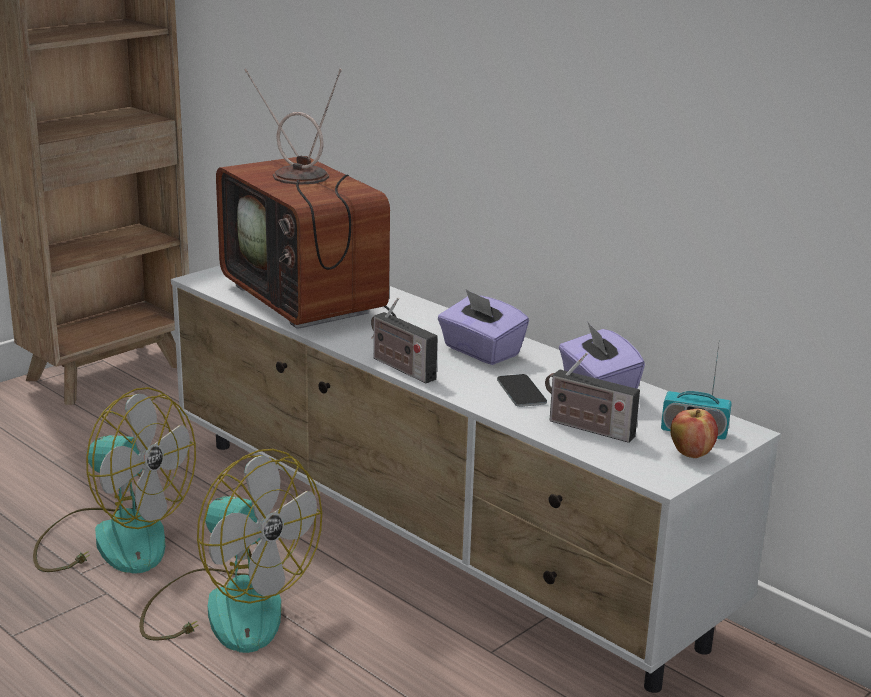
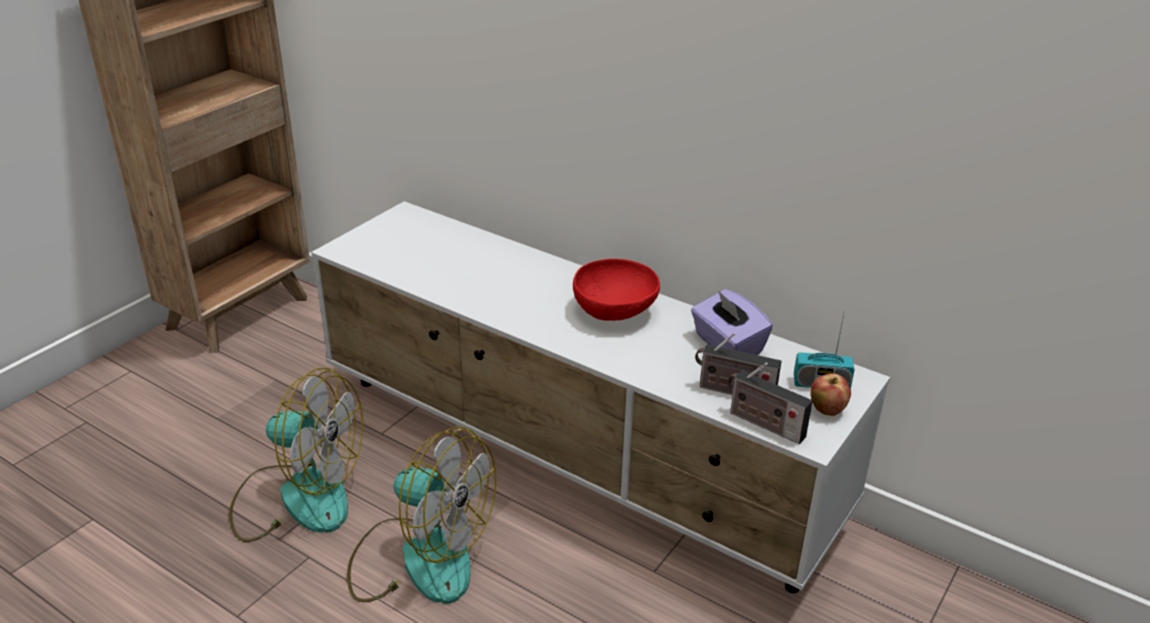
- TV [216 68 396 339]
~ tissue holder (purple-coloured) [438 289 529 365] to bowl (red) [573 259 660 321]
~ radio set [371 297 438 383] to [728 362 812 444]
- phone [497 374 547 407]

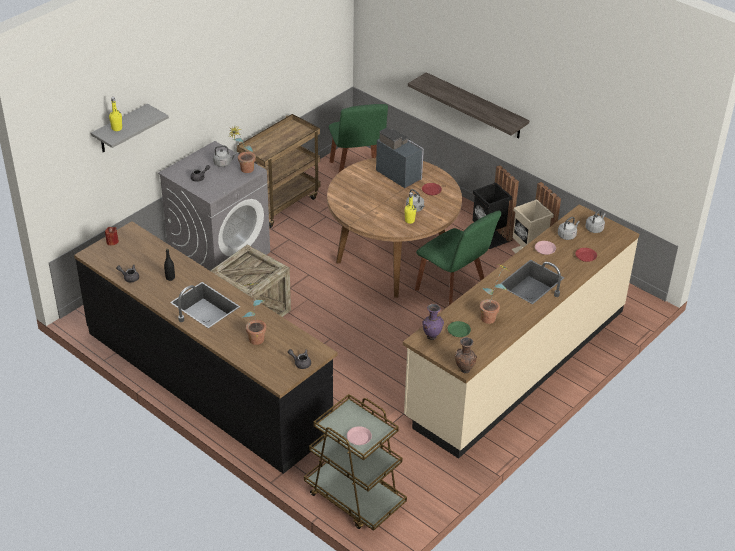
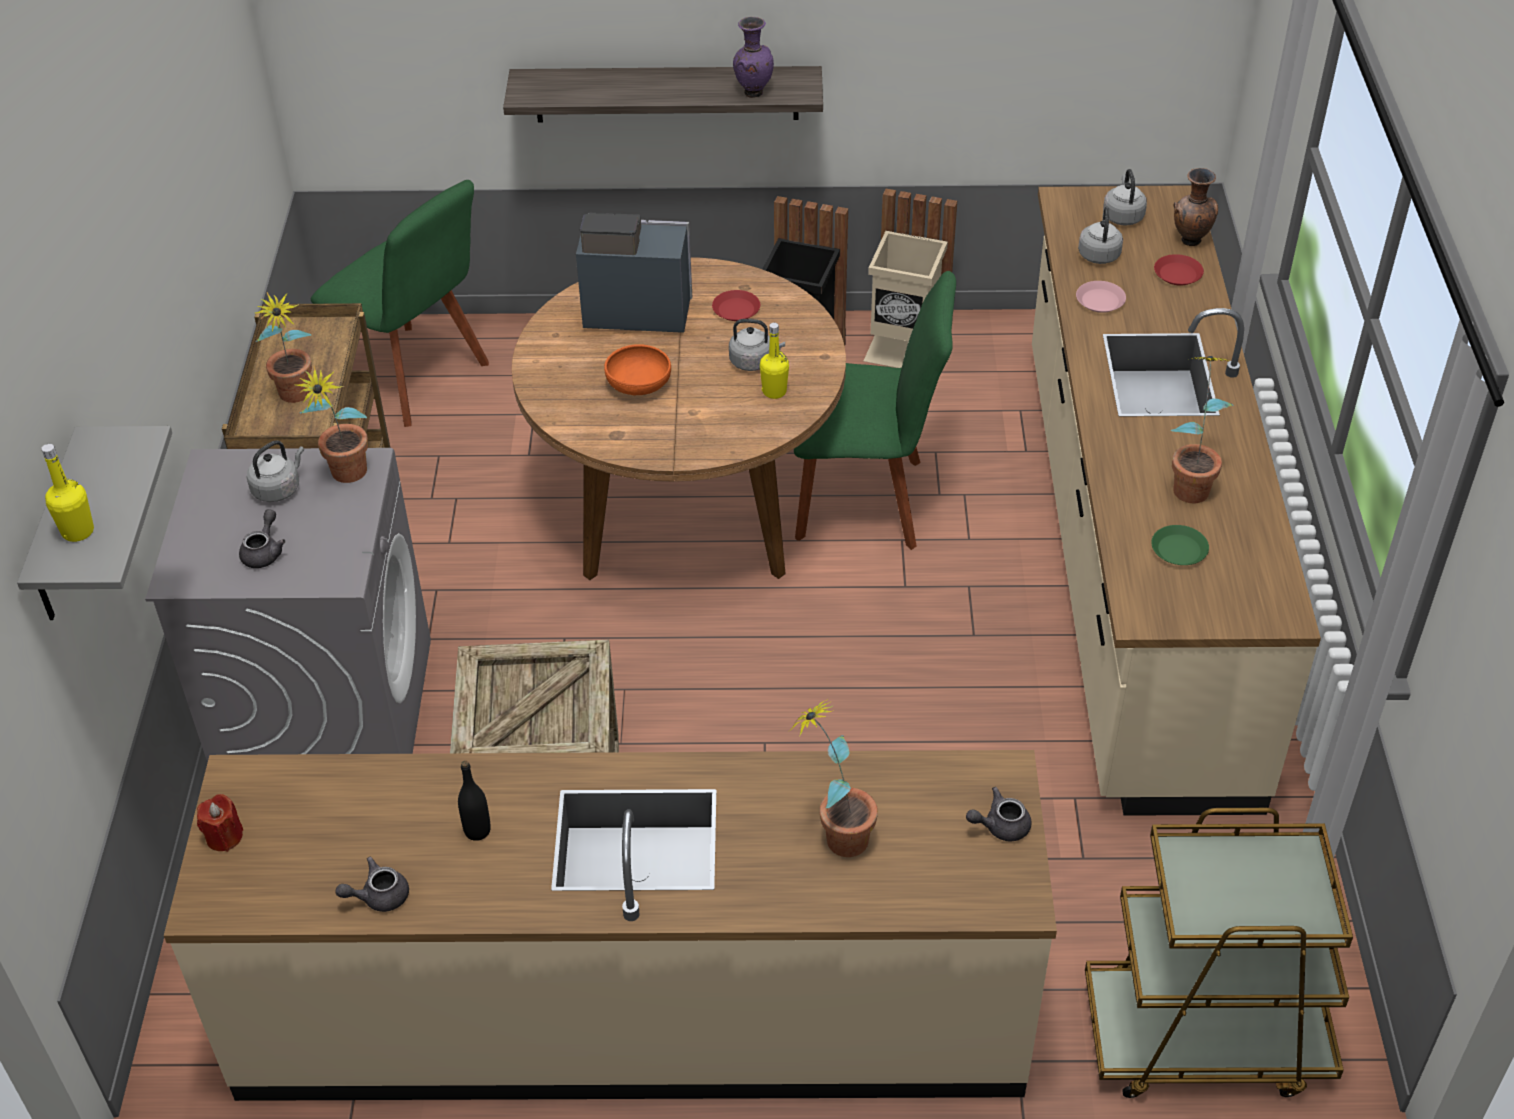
~ counter (black-coloured) [74 221 337 474] to counter (sand-coloured) [164 750 1057 1101]
~ decorative vase (purple-coloured) [422 304 444 340] to [733 17 774 98]
~ decorative vase (brownish) [455 337 477 373] to [1174 168 1218 246]
- plate (pink) [347 426 372 445]
+ plant in a pot [256 292 312 403]
+ bowl (orangey) [604 344 671 395]

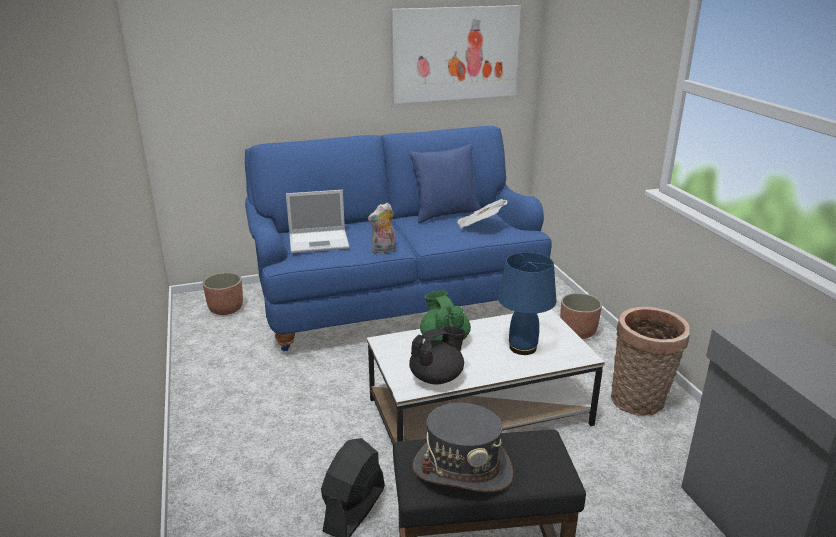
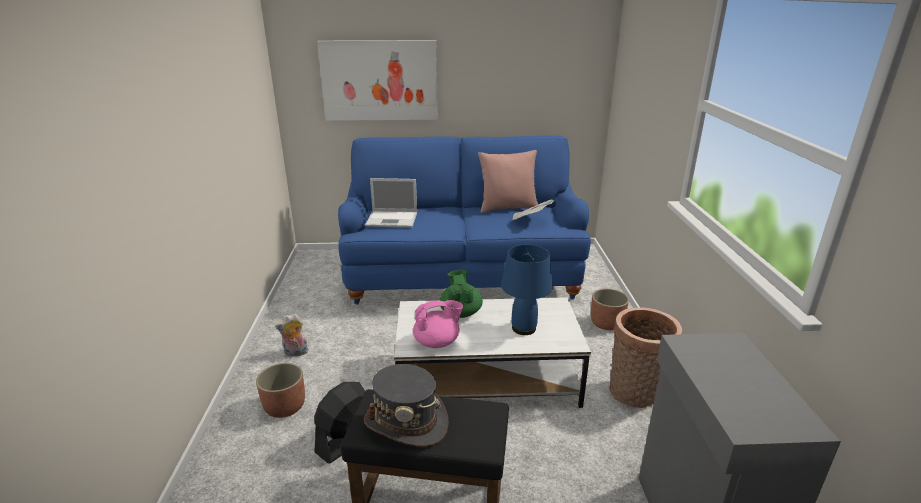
~ picture [391 5 521 104] to [317 40 438 121]
~ throw pillow (blue) [409 144 481 223] to throw pillow (pink) [478 150 538 213]
~ cuddly toy [368 203 396 254] to [275 314 309 357]
~ planter [203 272 243 315] to [256 363 305 418]
~ teapot (black-coloured) [409 326 466 385] to teapot (pink) [413 300 463 348]

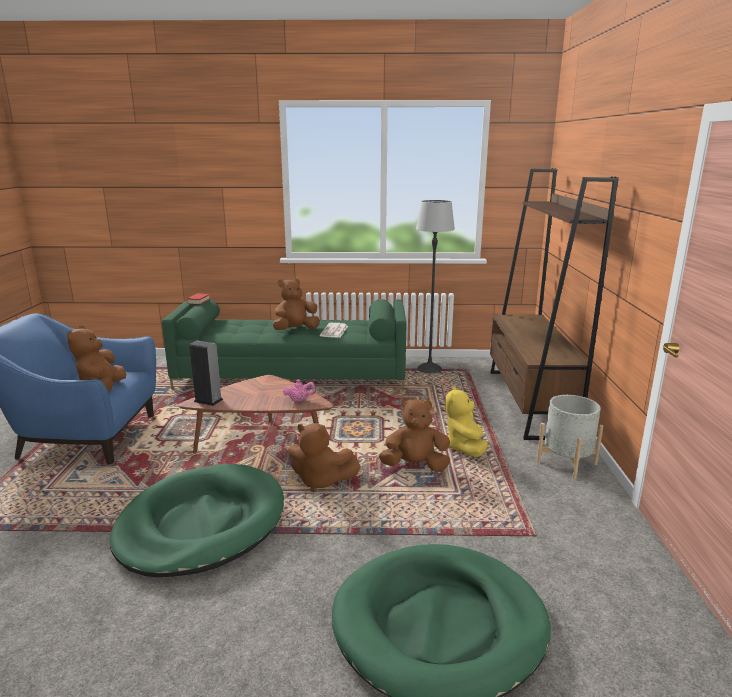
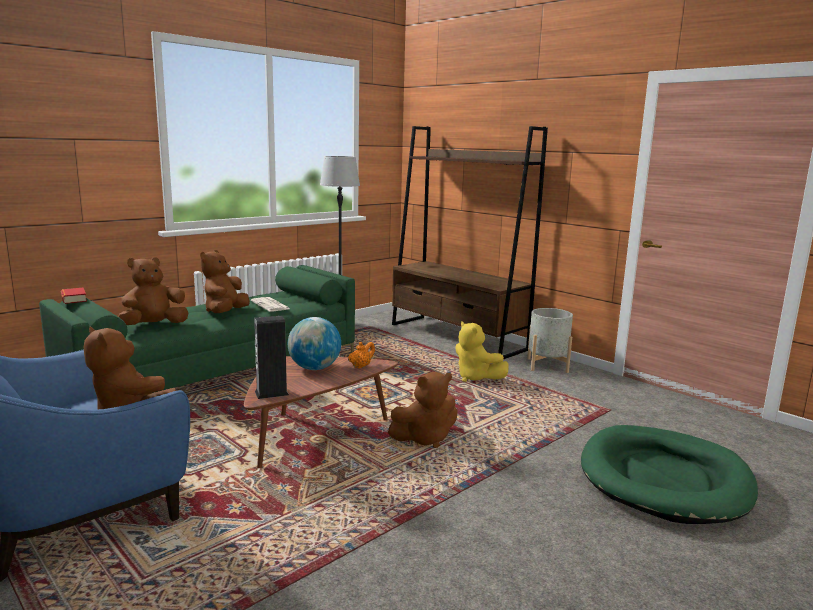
~ teapot (pink) [283 380 316 402] to teapot (orangey) [348 342 375 369]
~ cuddly toy (brownish) [379 397 450 472] to [118 257 189 325]
- dog bed (green) [110 464 284 577]
+ desk globe [288 317 341 370]

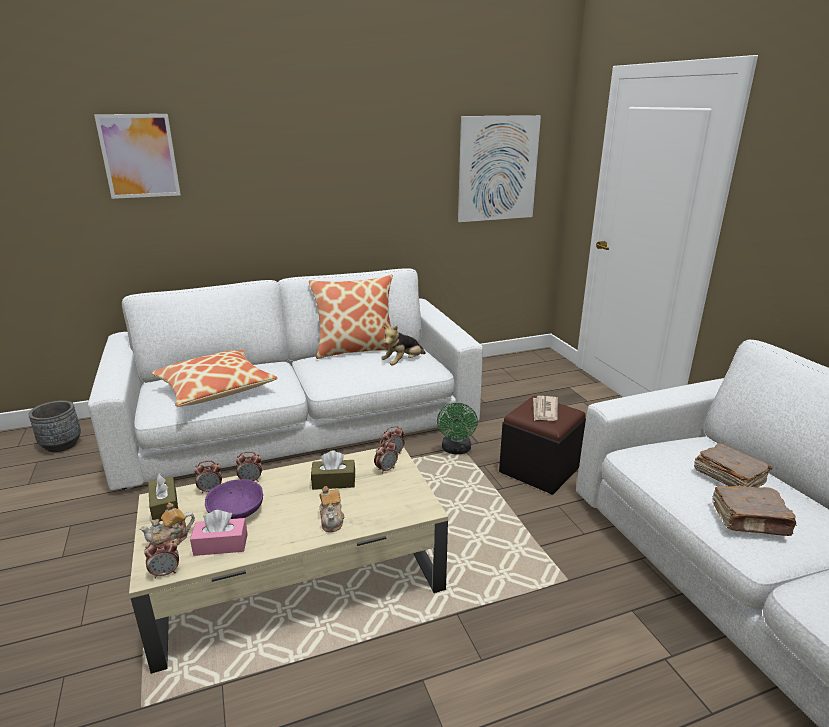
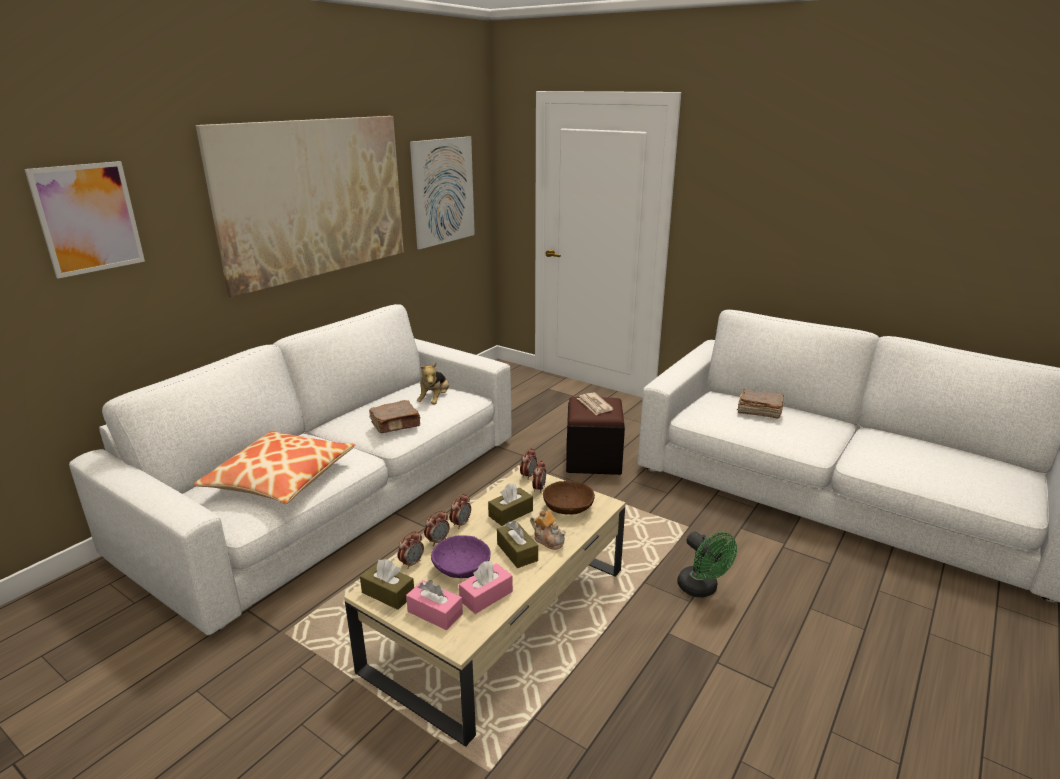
- throw pillow [309 275 393 359]
- planter (grey) [29 400 81 452]
~ fan (green) [437 403 478 454] to [677 532 737 597]
~ volume (brownish) [713 486 797 536] to [369 400 421 433]
~ teapot [140 503 195 546] to tissue holder (pink) [406 580 463 630]
~ alarm clock [144 539 179 579] to [449 494 471 529]
+ picture [196 116 404 297]
+ bowl (brownish) [543 481 595 515]
+ tissue holder (brownish) [497 521 538 568]

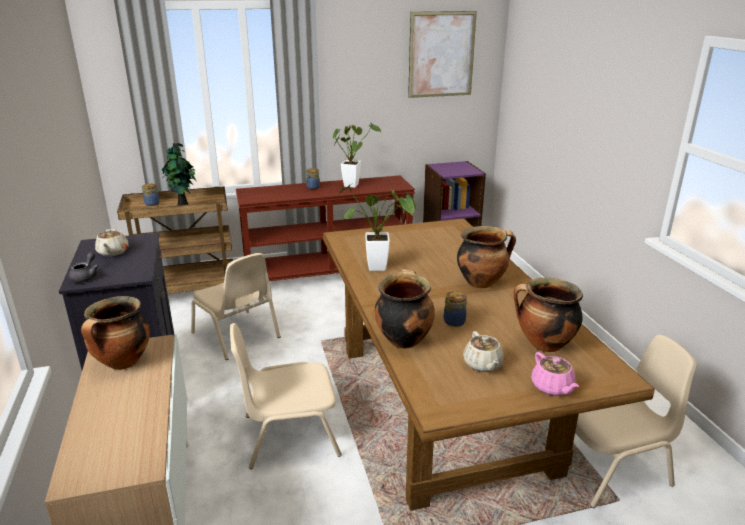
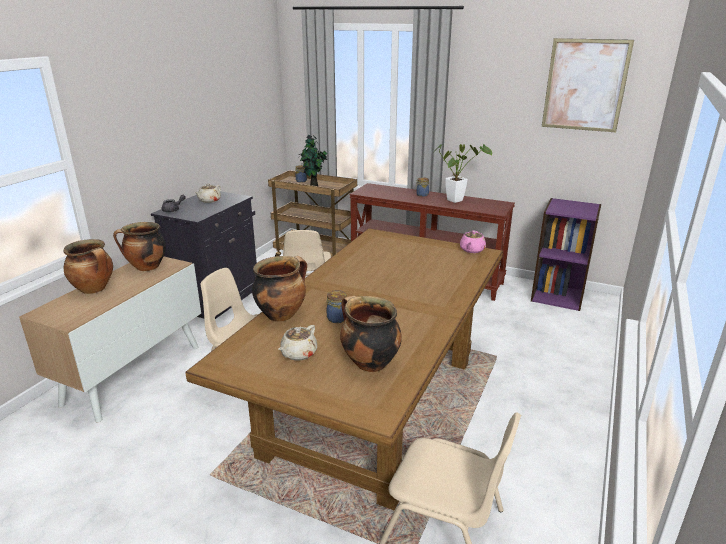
- plant in a pot [339 184 417 271]
~ saucepot [457 226 516 288] to [63 239 113 294]
~ teapot (pink) [532 352 579 396] to [460 230 486 253]

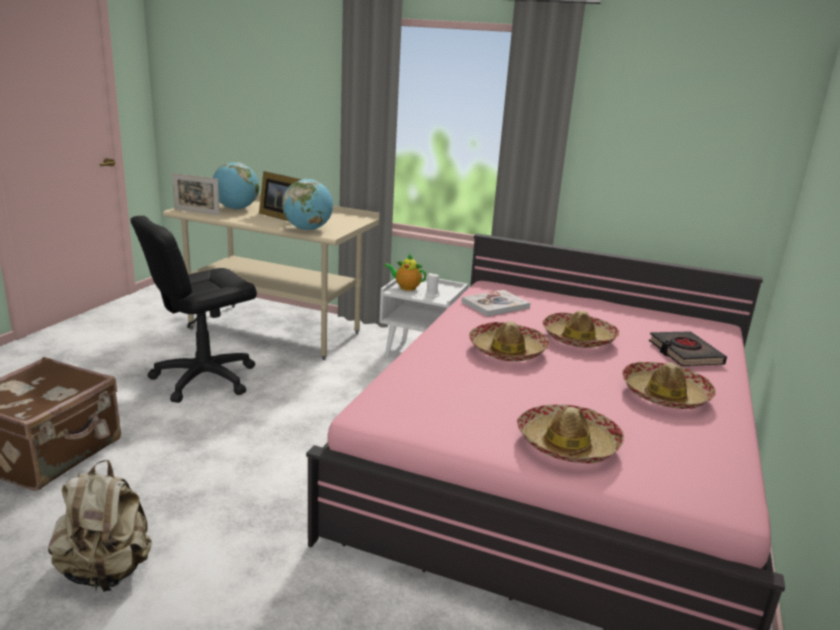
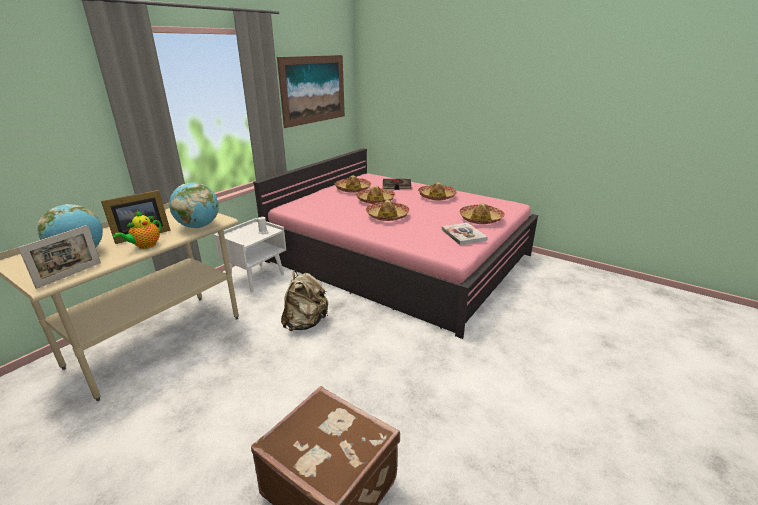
- office chair (black-coloured) [130 216 257 403]
~ teapot [384 253 426 291] to [113 211 162 249]
~ volume [462 290 530 317] to [441 223 487 245]
~ rucksack (sand-coloured) [48 460 152 592] to [281 270 328 331]
+ picture [277 55 345 128]
+ clothing hat [335 175 371 193]

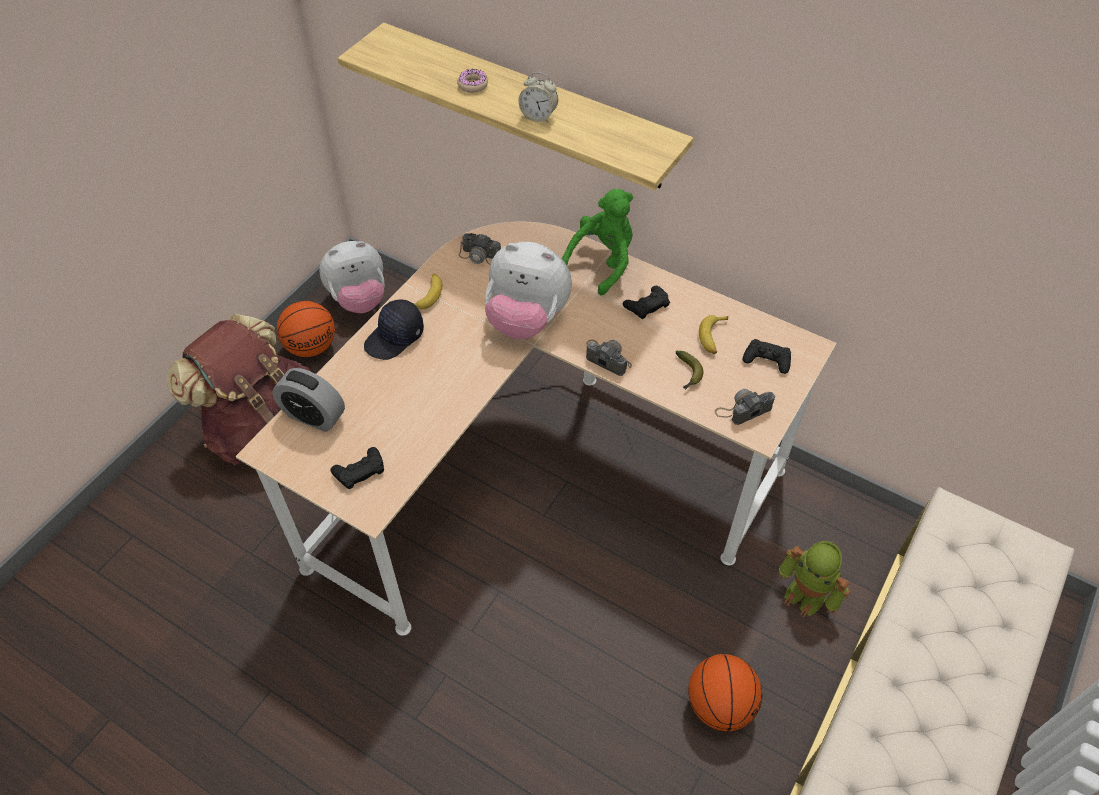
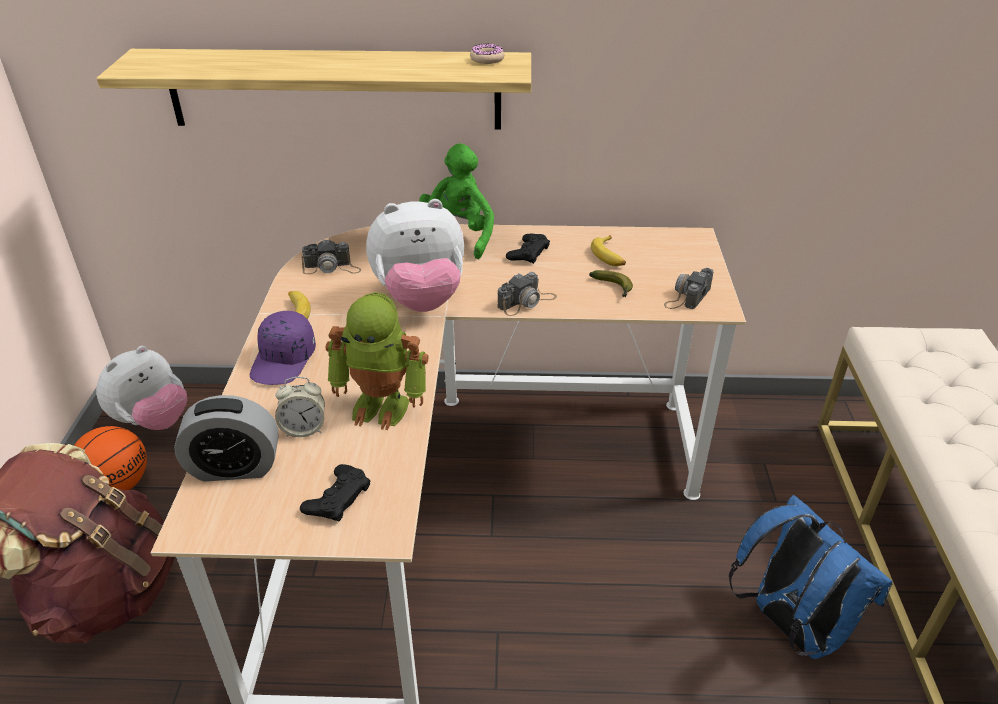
~ doughnut [457 69 488 93] to [470 43 504 64]
~ alarm clock [518 72 558 123] to [275 377 325 437]
~ peaked cap (black-coloured) [364 300 424 360] to peaked cap (purple-coloured) [250 311 316 385]
~ still camera [586 339 632 376] = [497 272 557 316] 135 degrees clockwise
- joypad (black-coloured) [743 339 791 374]
~ model robot [778 541 850 617] to [326 292 428 430]
~ ball for basketball [688 654 762 731] to rucksack (blue) [729 495 893 659]

